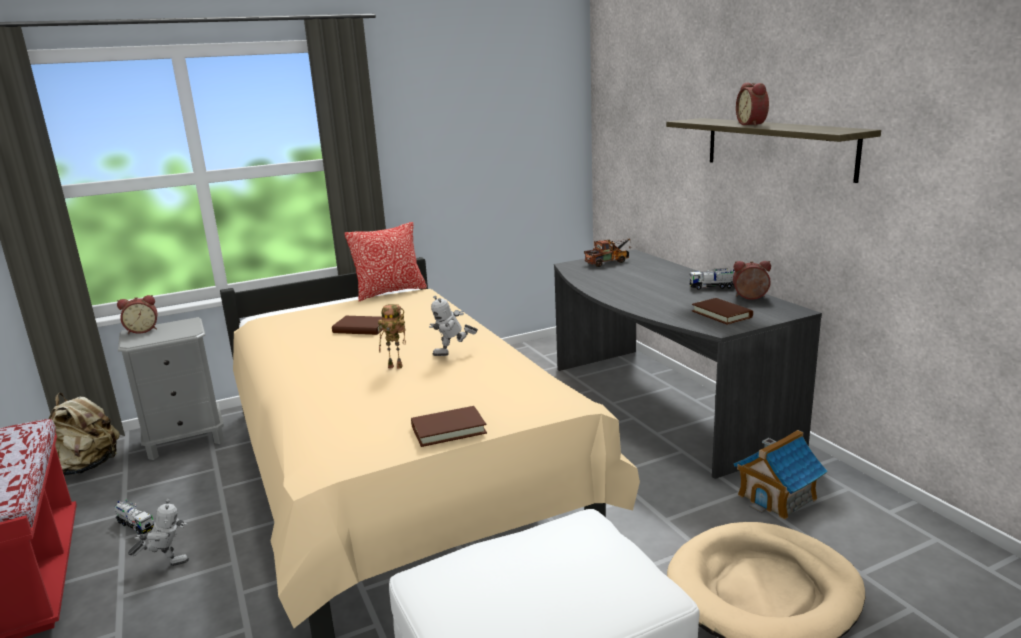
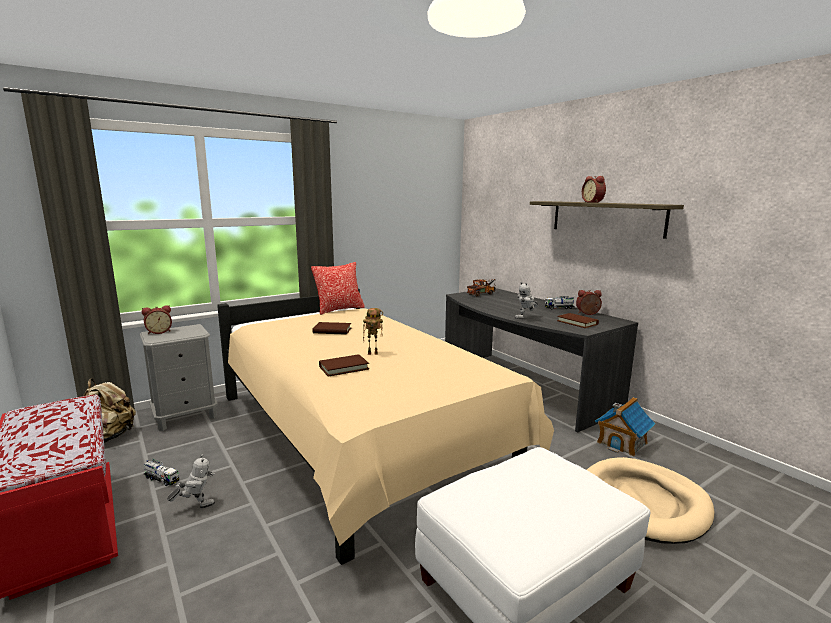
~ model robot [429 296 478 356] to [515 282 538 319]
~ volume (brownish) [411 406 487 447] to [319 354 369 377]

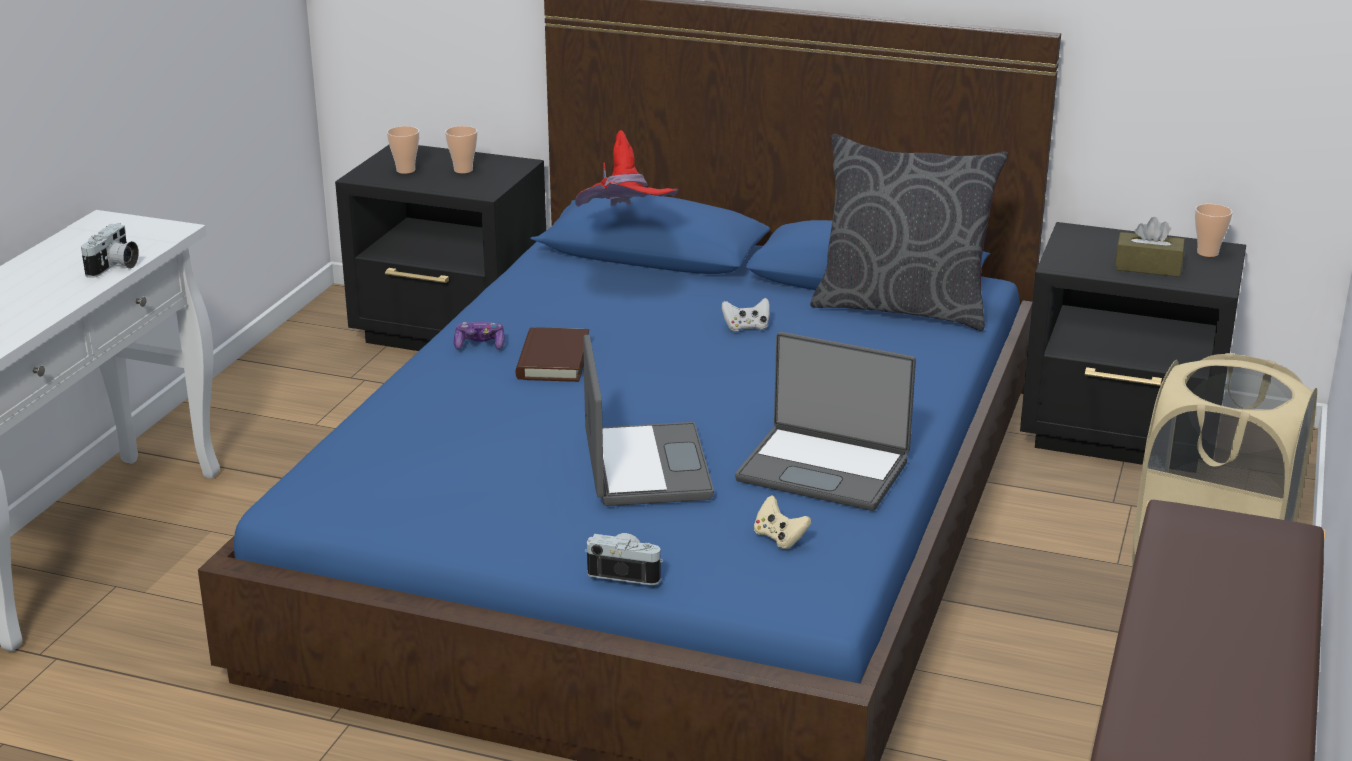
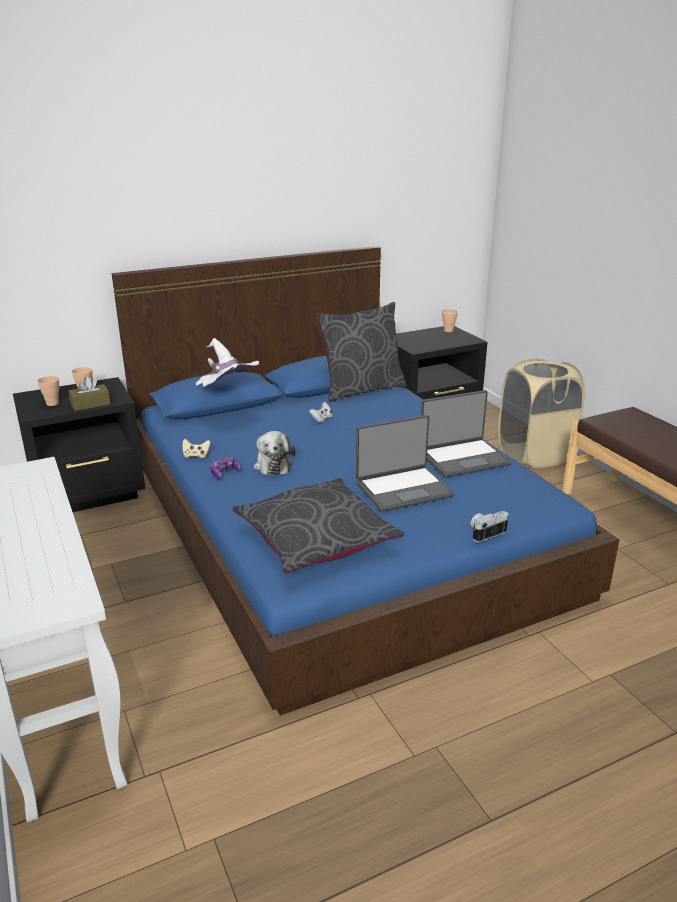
~ clothing hat (red) [575 130 679 207] to clothing hat (white) [196 338 259 387]
~ tissue holder (brownish) [1115 217 1185 277] to [68 376 111 411]
- still camera [81 223 139 278]
~ volume (brownish) [516 327 589 382] to cuddly toy [254 431 295 476]
~ portable computer [583 335 714 506] = [356 415 454 512] 120 degrees clockwise
~ joypad (sand-coloured) [754 495 811 549] to [182 439 211 458]
+ throw pillow (grey) [232 478 404 574]

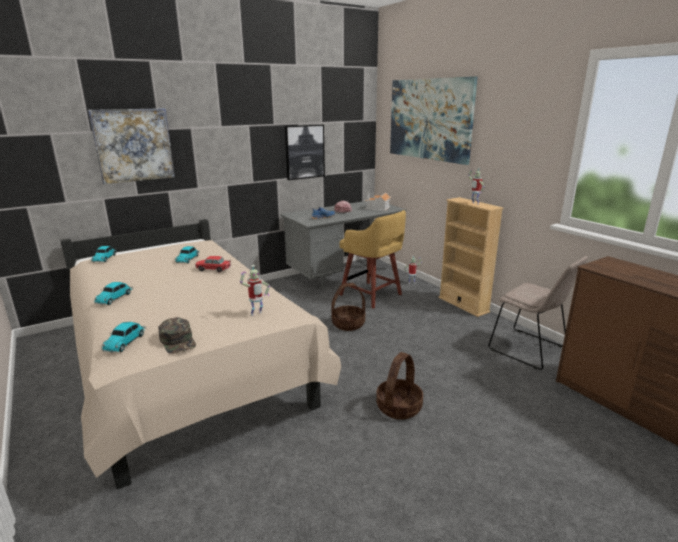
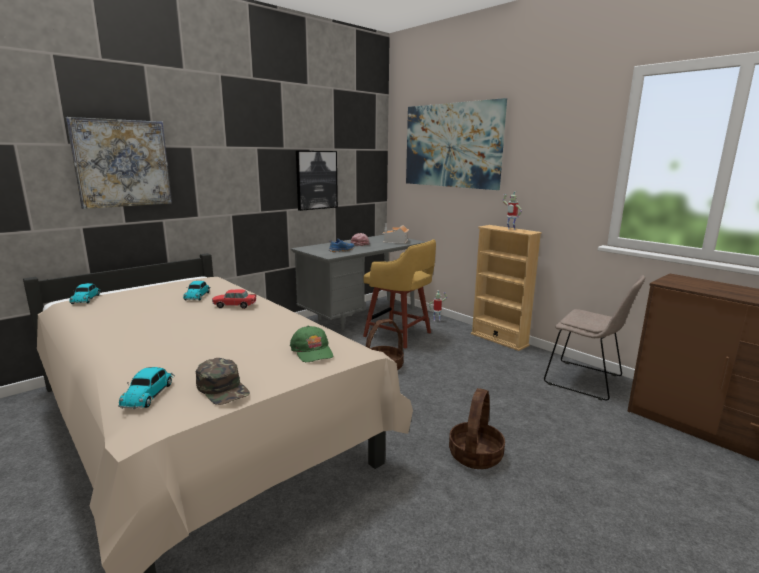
~ model robot [240 265 270 316] to peaked cap (green) [290 326 333 362]
- toy car [94 282 133 305]

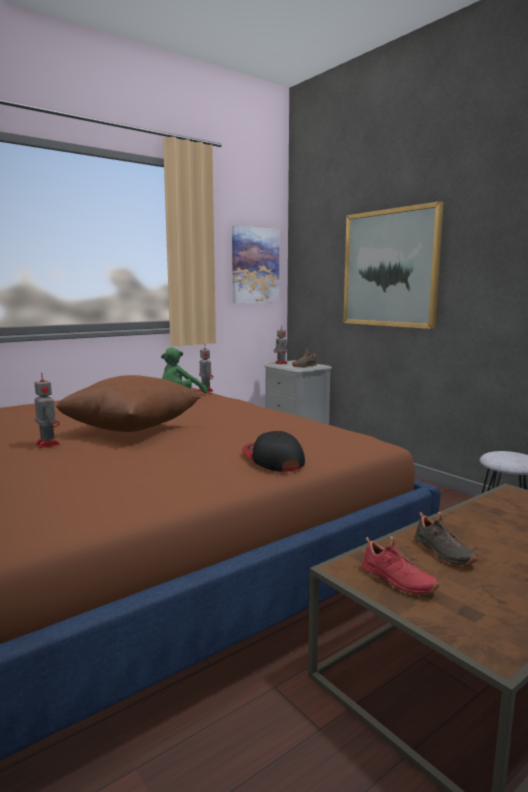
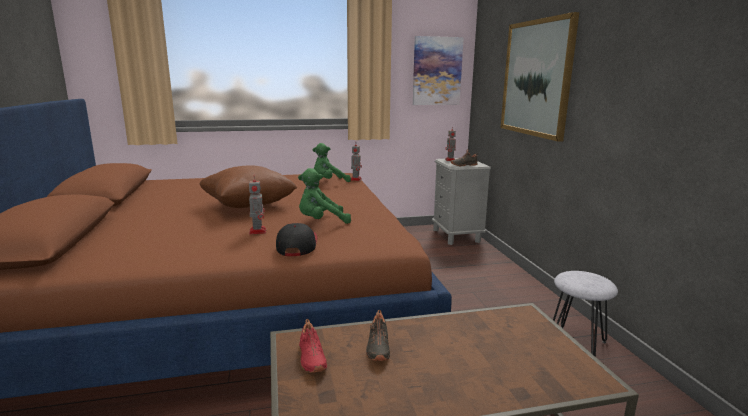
~ model robot [35 373 60 448] to [249 177 266 234]
+ cuddly toy (green) [298 168 351 224]

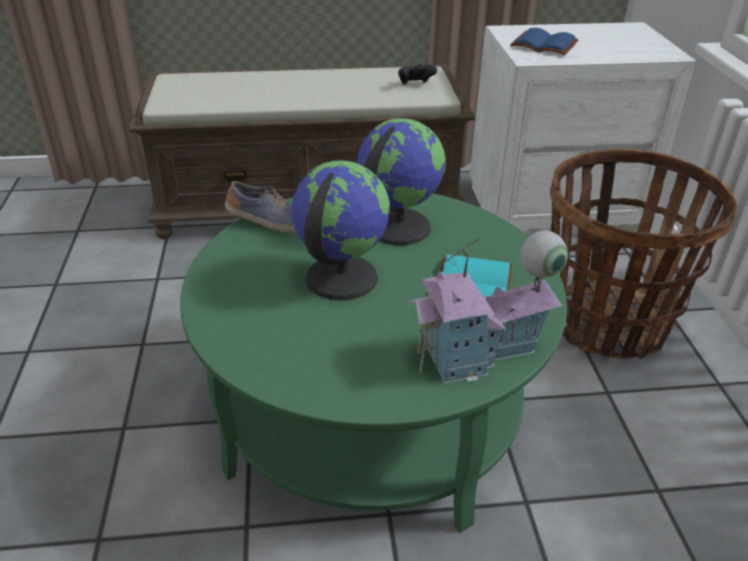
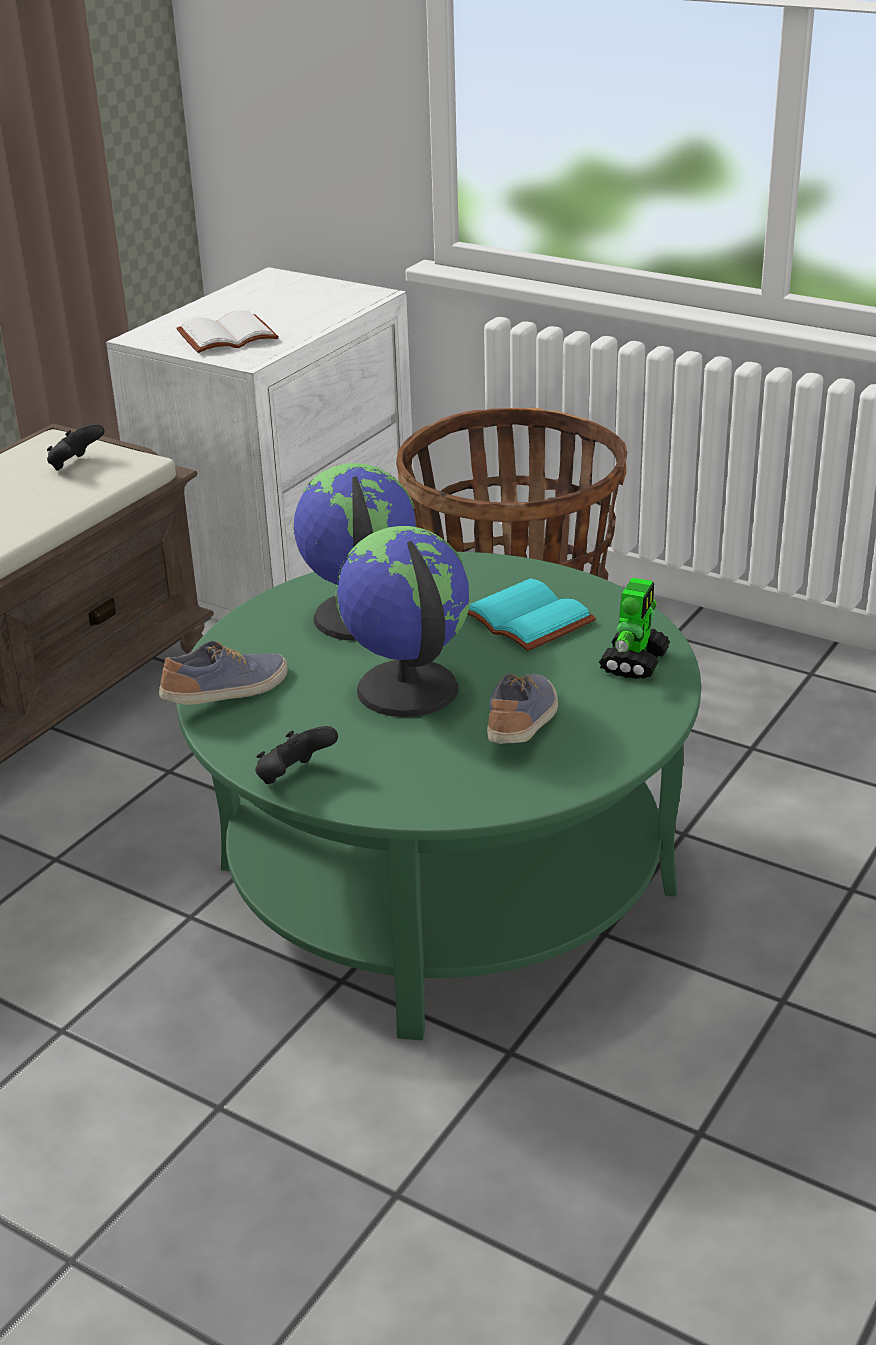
~ volume (blue) [510 28 579 55] to volume (white) [176 310 279 353]
~ miniature house [408 231 568 383] to model robot [599 578 671 679]
+ shoe [487 673 558 744]
+ joypad (black-coloured) [255 726 338 784]

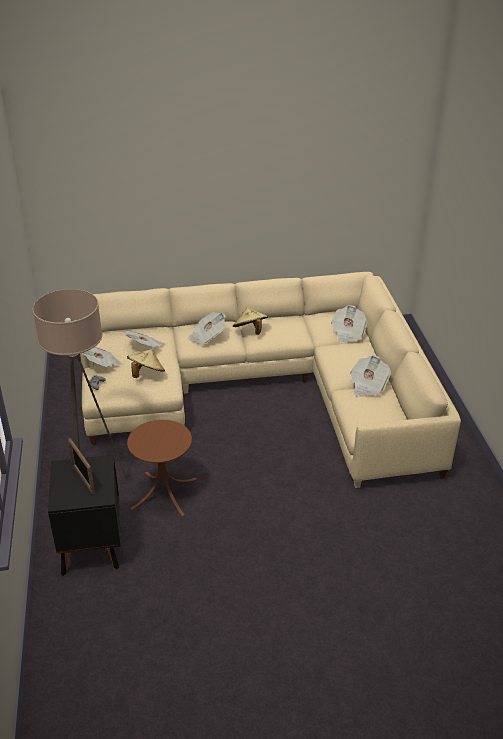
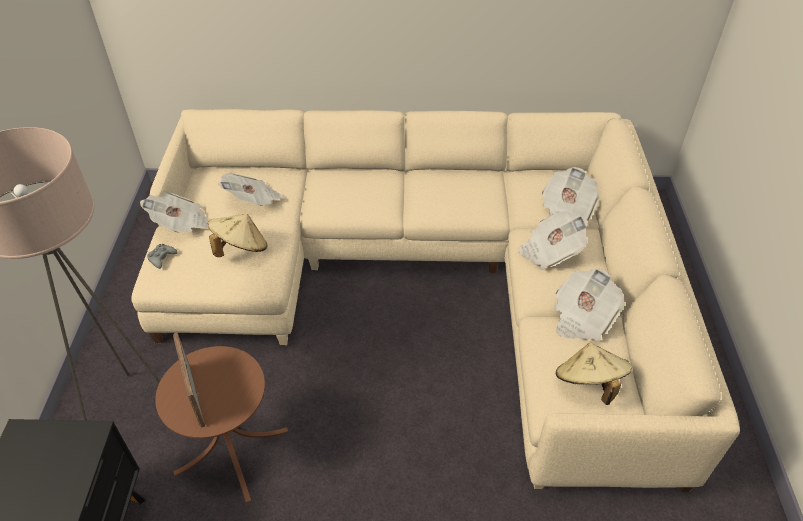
~ clothing hat (sand-coloured) [233 308 268 335] to [556 342 632 405]
~ daily paper [188 312 226 345] to [518 211 588 270]
~ photo frame [68 438 95 494] to [173 332 205 427]

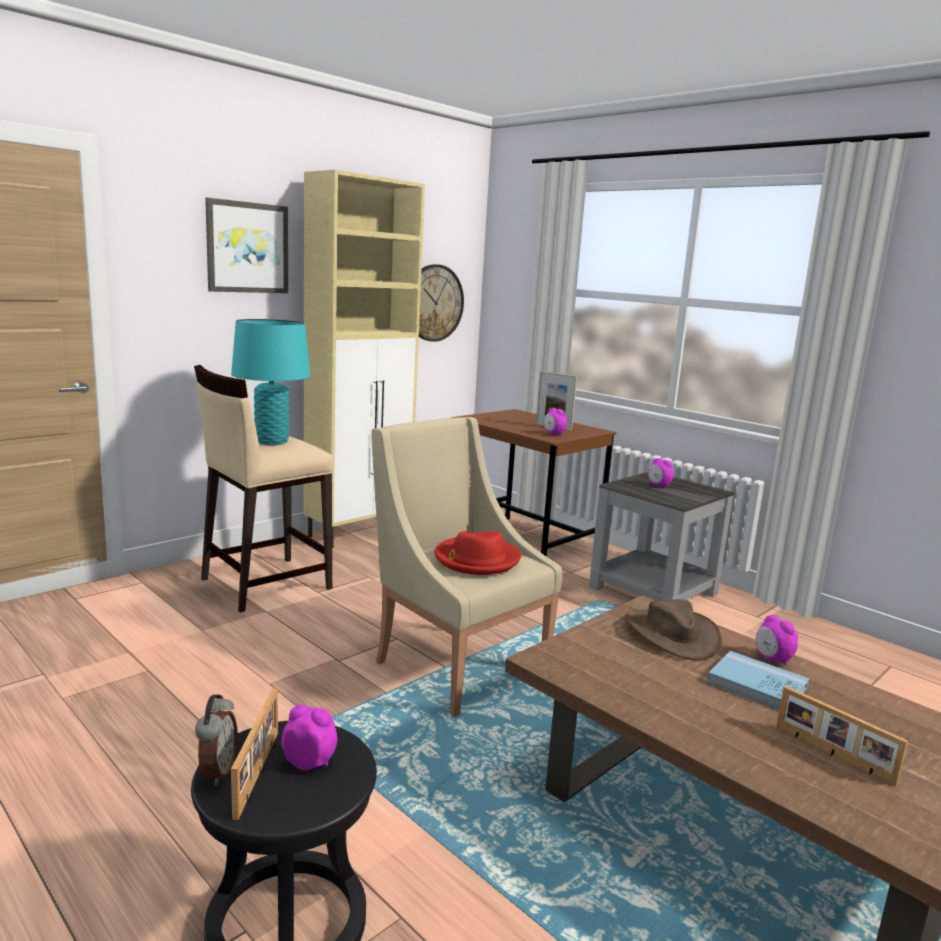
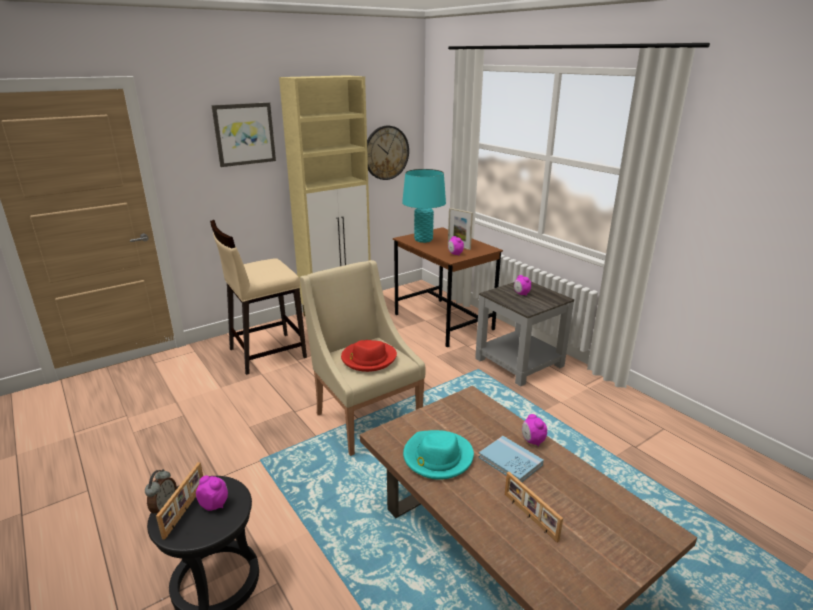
~ tabletop lamp (turquoise) [231 319 310 445] to [402 169 446 243]
- clothing hat (brownish) [625 599 722 661]
+ clothing hat (turquoise) [403 430 474 480]

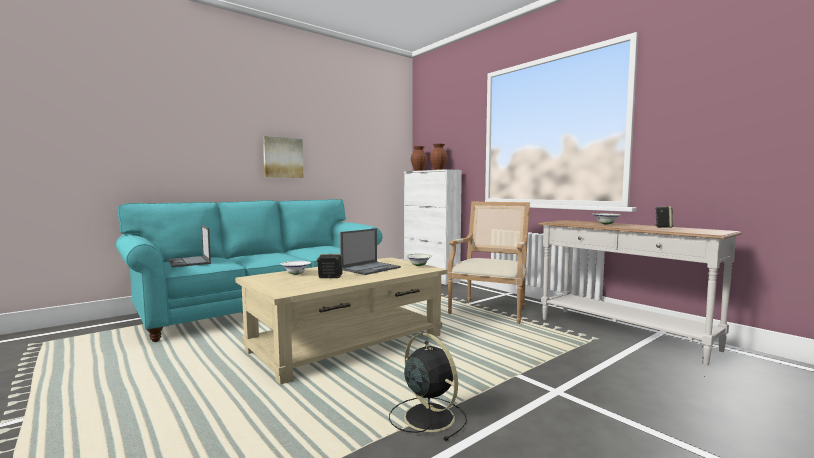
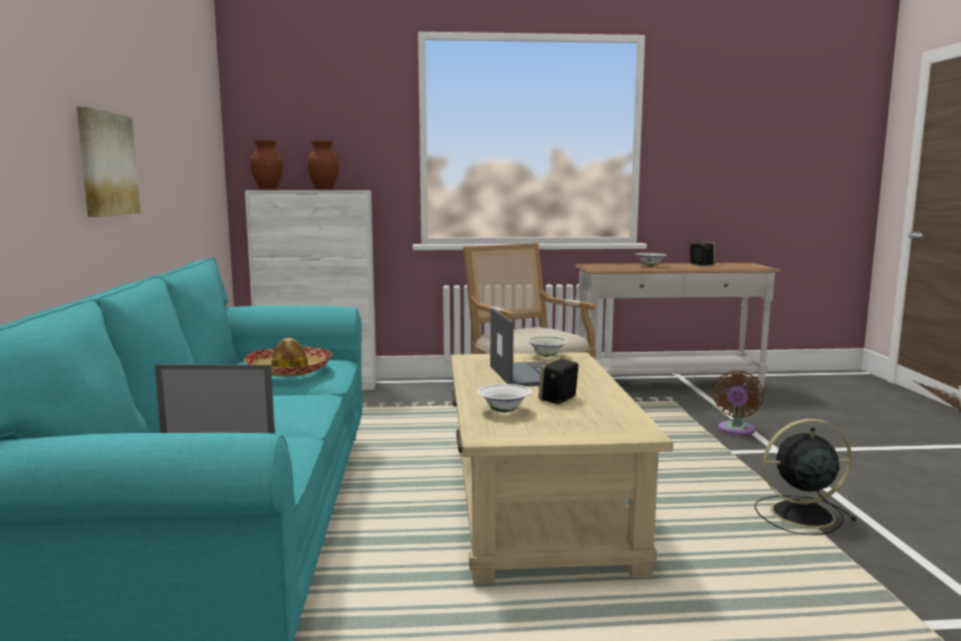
+ clothing hat [244 338 332 377]
+ fan (brownish) [713 371 764 435]

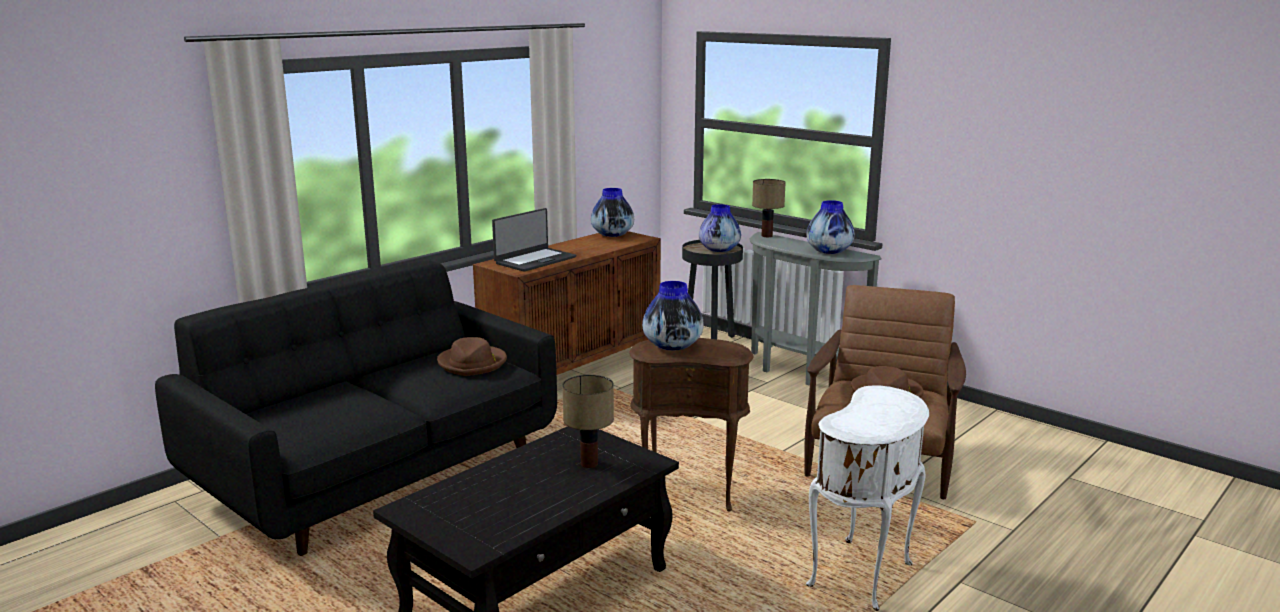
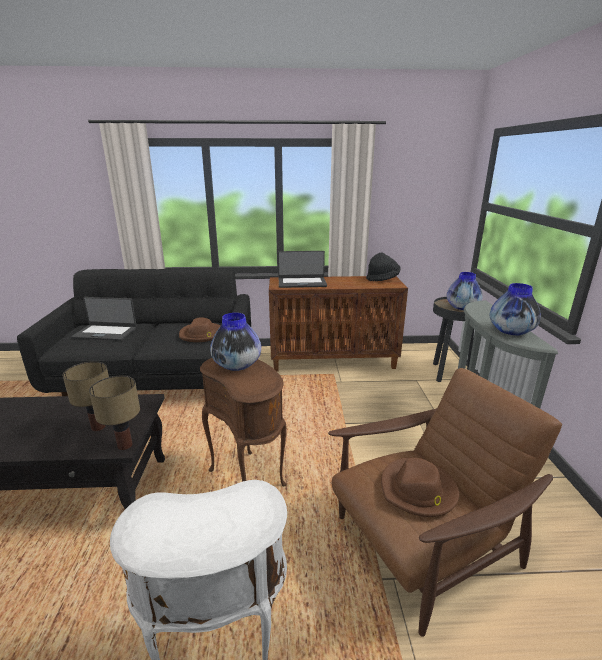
~ tabletop lamp [752 179 786 237] to [89 376 140 450]
~ decorative vase [591 188 634 237] to clothing hat (black-coloured) [366 253 401 281]
+ portable computer [71 297 137 341]

